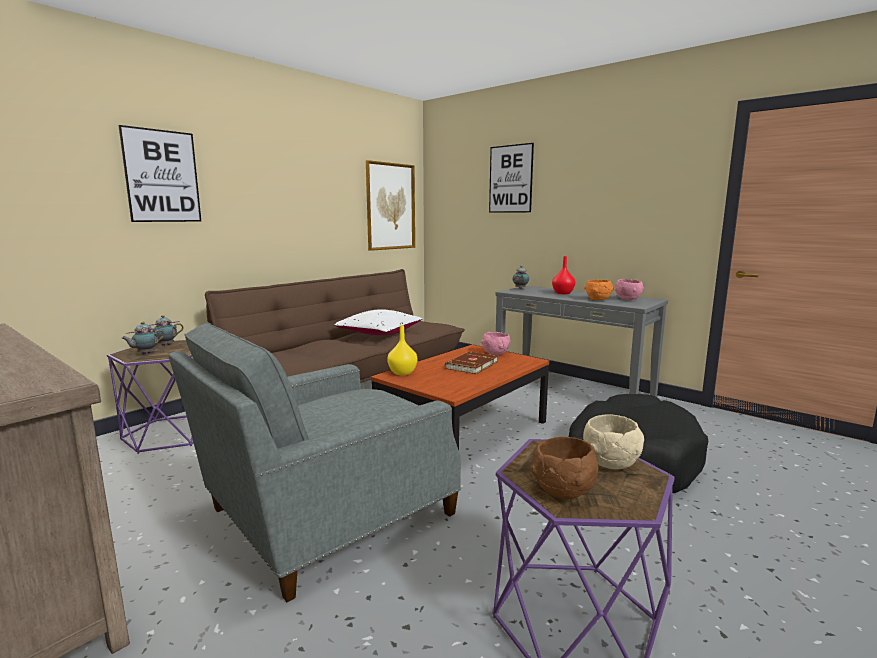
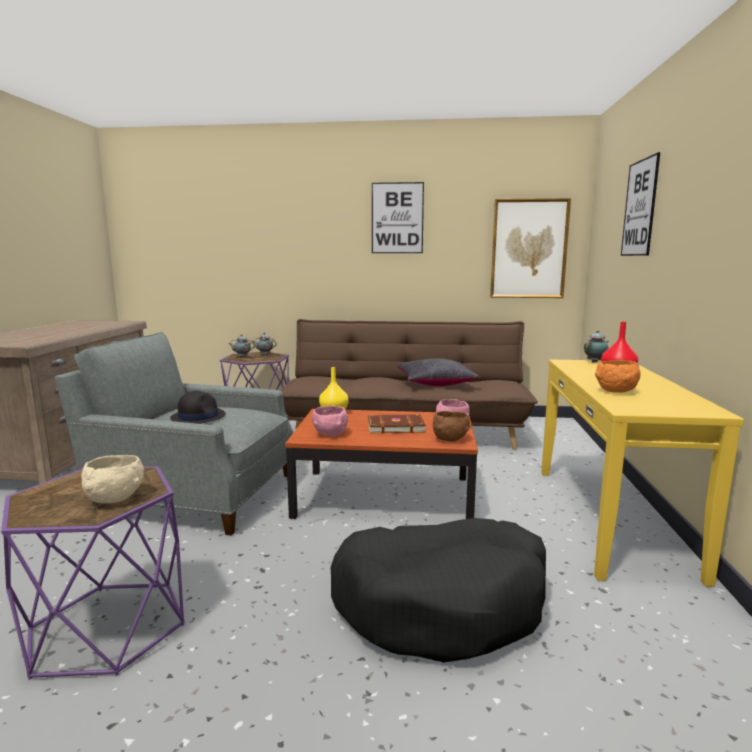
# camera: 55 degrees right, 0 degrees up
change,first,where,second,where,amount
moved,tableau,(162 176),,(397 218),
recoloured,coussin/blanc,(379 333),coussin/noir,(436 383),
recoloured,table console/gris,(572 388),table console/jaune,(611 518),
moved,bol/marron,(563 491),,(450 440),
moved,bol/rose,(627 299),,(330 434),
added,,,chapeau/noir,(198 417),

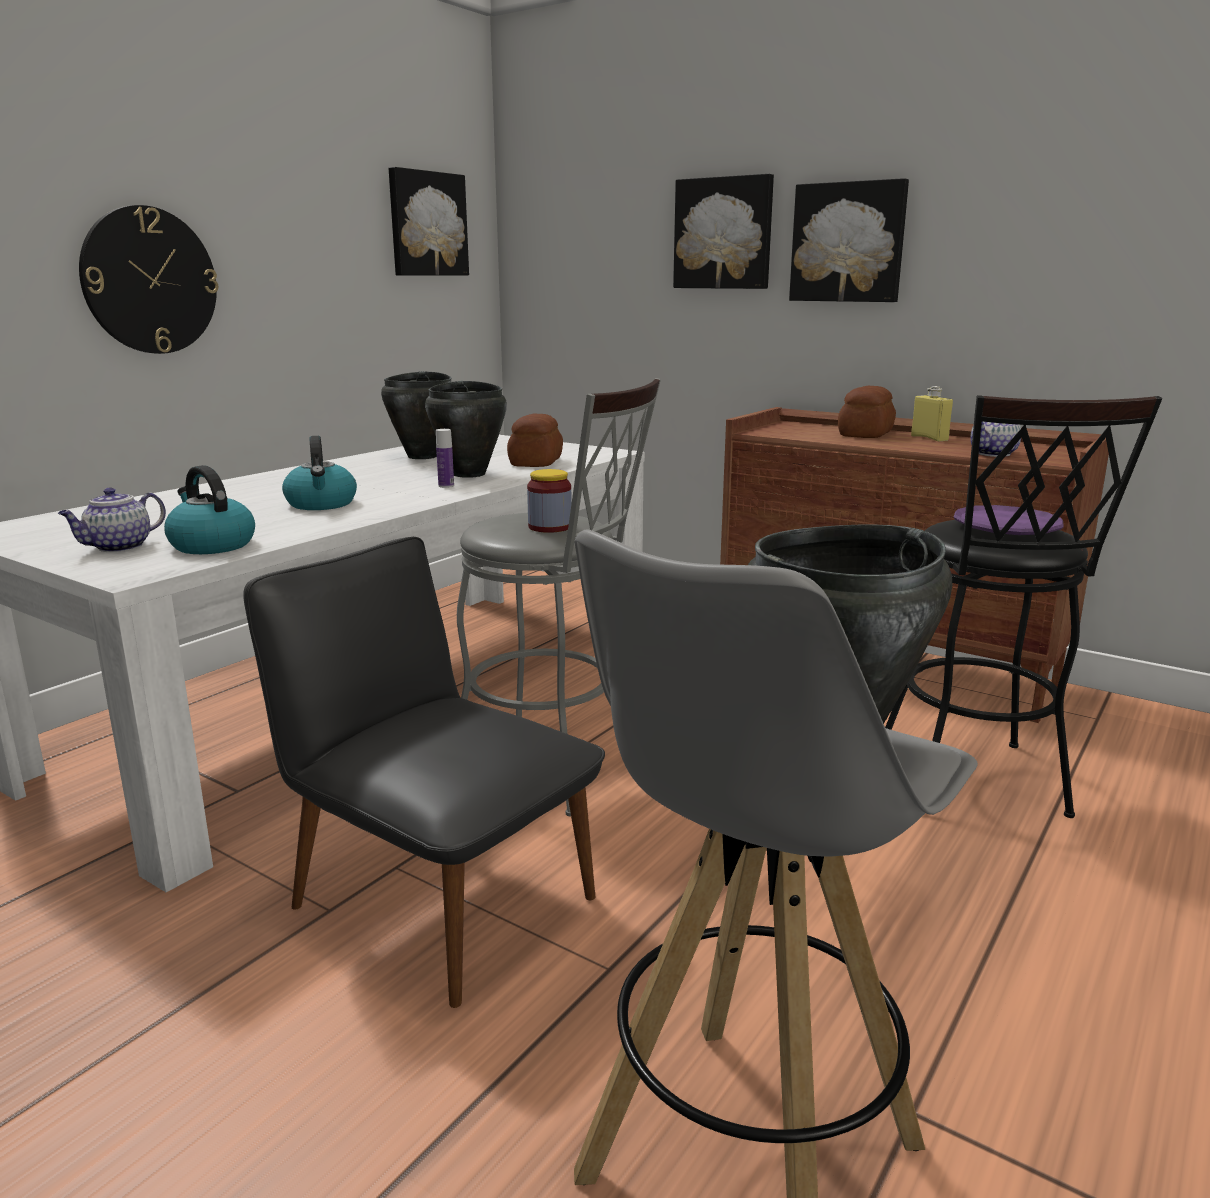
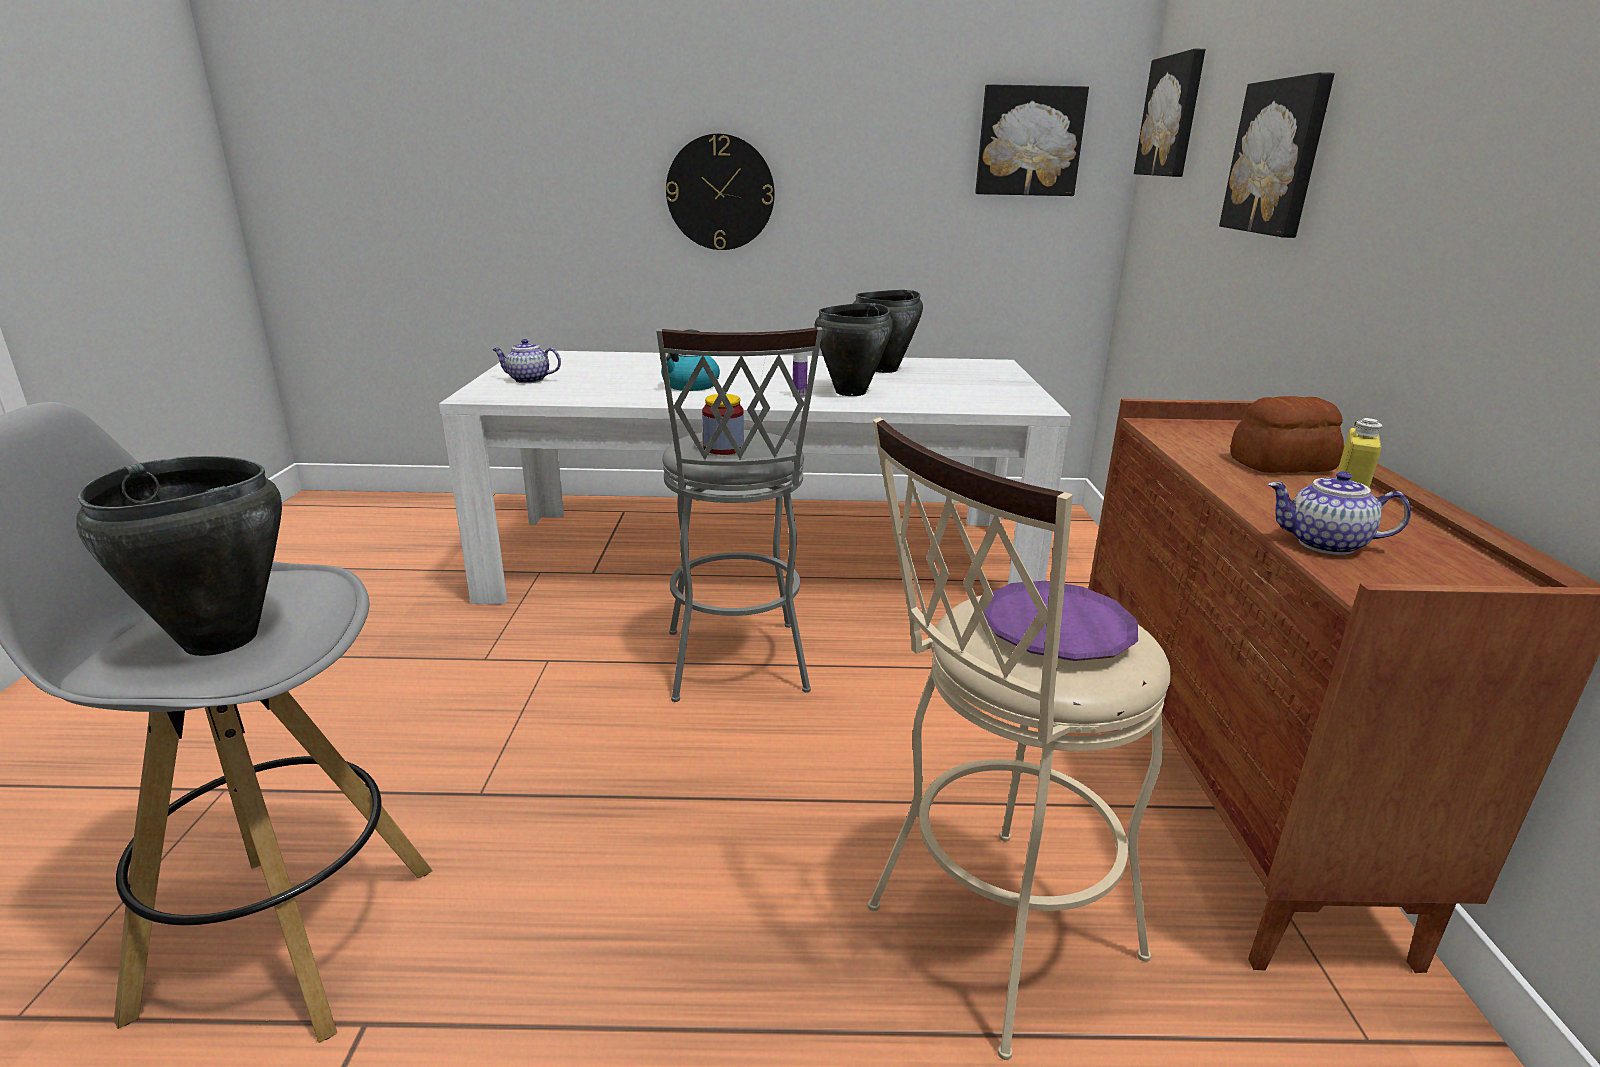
# camera: 55 degrees right, 5 degrees up
change,first,where,second,where,amount
removed,bouilloire,(211 545),,,
removed,chaise/noir,(444 901),,,
removed,pain,(534 462),,,
moved,tableau,(848 242),,(1172 116),
recoloured,tabouret/noir,(974 786),tabouret/beige,(986 940),

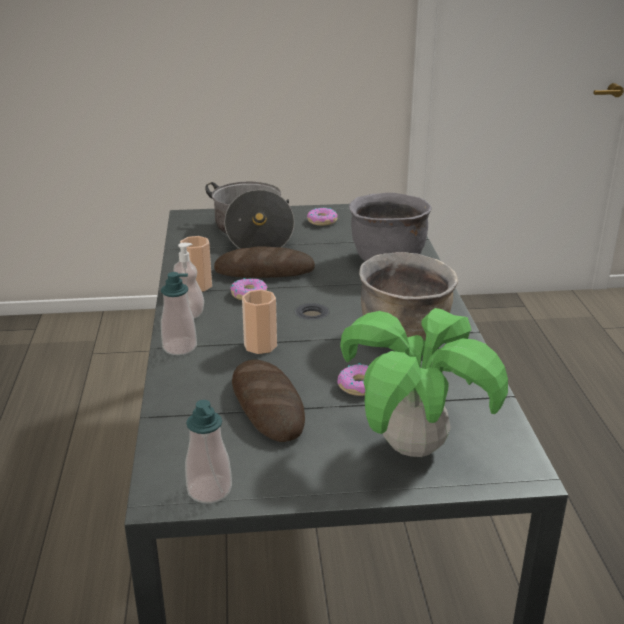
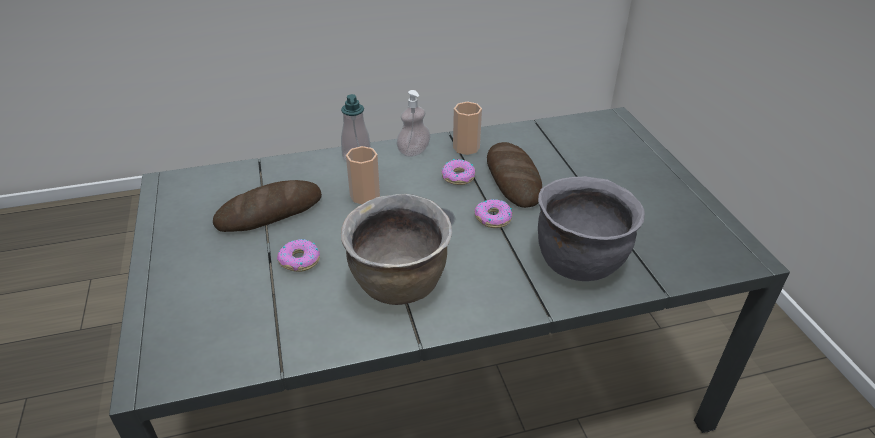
# camera: 80 degrees right, 10 degrees up
change,first,where,second,where,amount
removed,distributeur de savon,(209 490),,,
removed,marmite,(251 233),,,
moved,beignet,(322 221),,(493 218),
removed,plante en pot,(413 448),,,

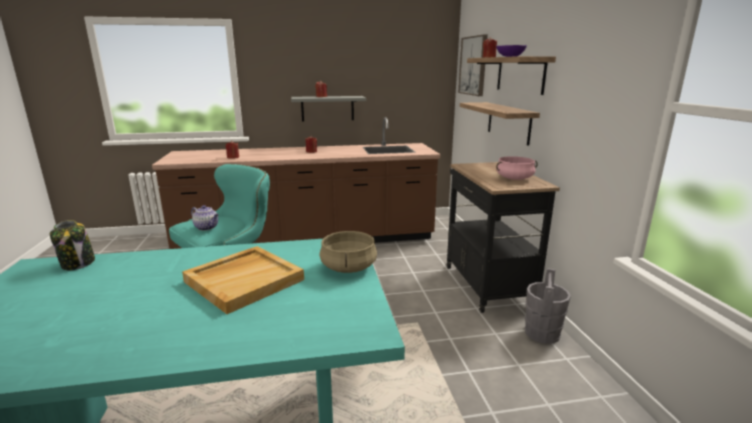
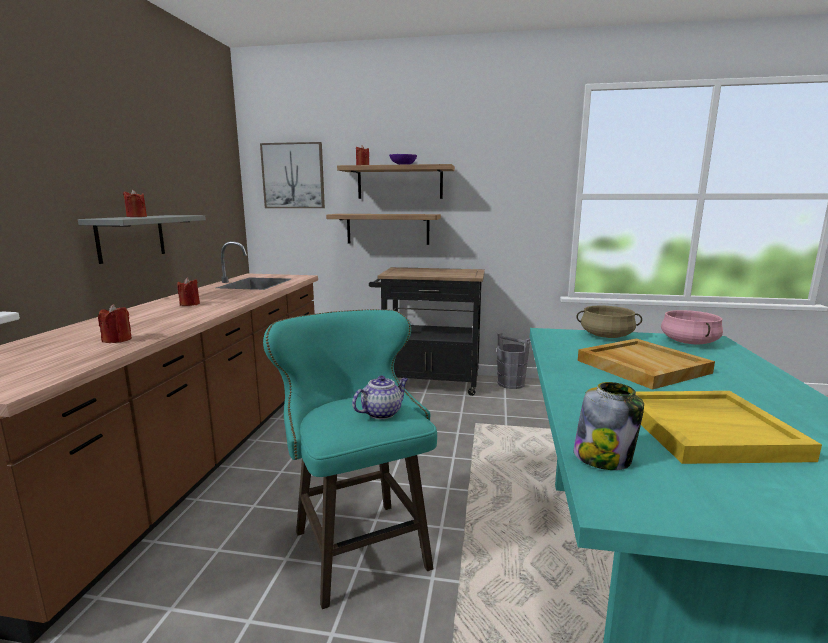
# camera: 70 degrees left, 5 degrees down
change,first,where,second,where,amount
moved,marmite/rose,(514 178),,(689 342),
added,,,plateau/jaune,(707 430),

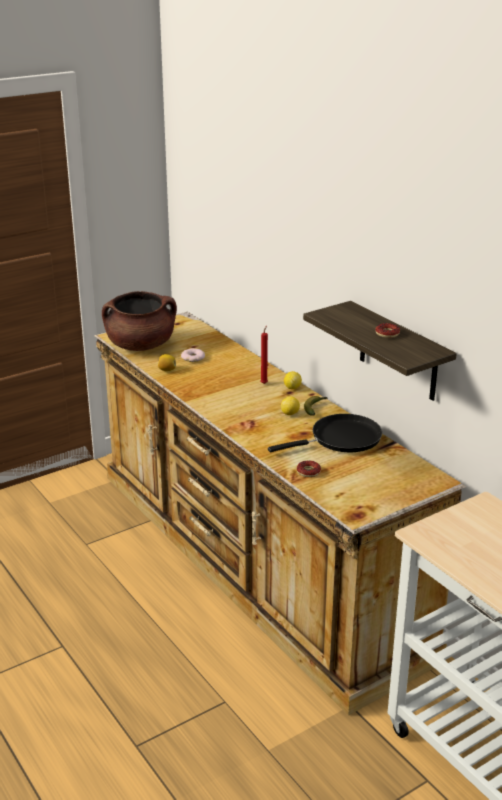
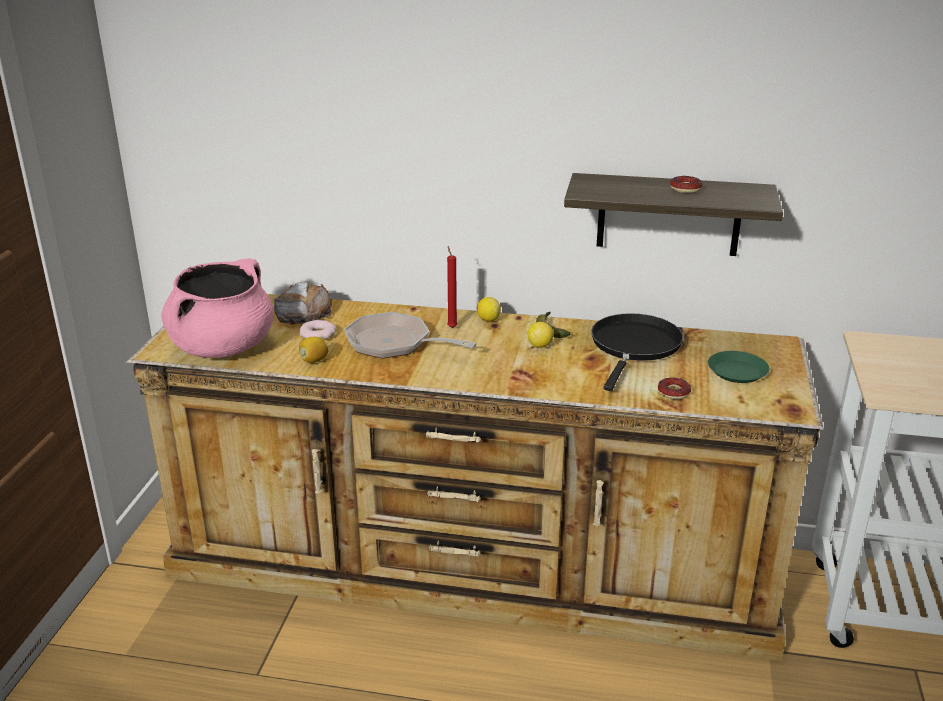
# camera: 45 degrees left, 0 degrees up
change,first,where,second,where,amount
recoloured,marmite/marron,(141 346),marmite/rose,(223 347),
added,,,pain,(304 311),
added,,,poêle,(395 344),
added,,,assiette/vert,(737 371),

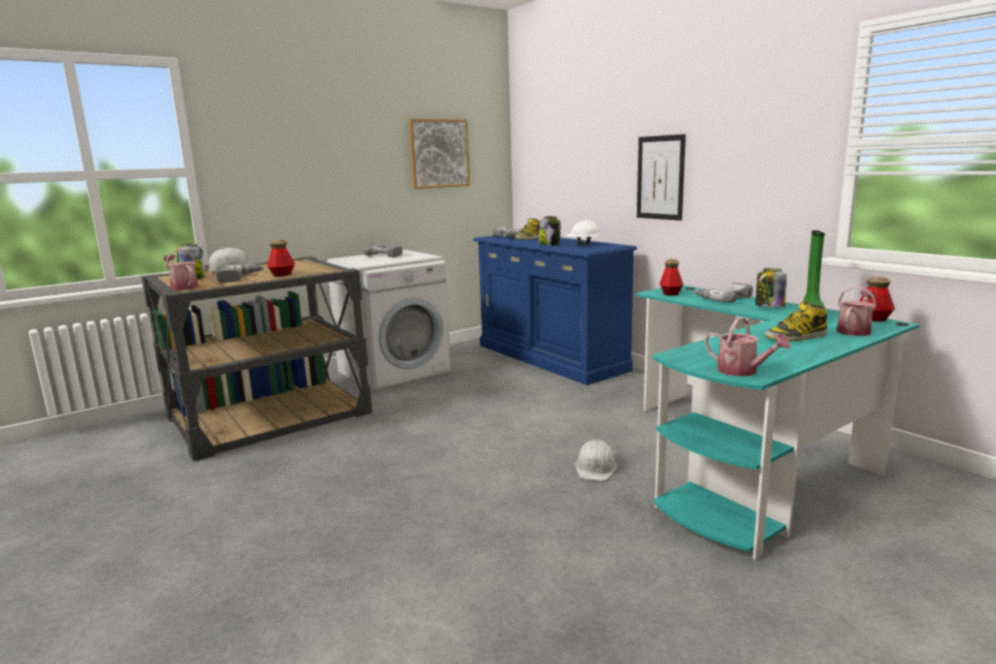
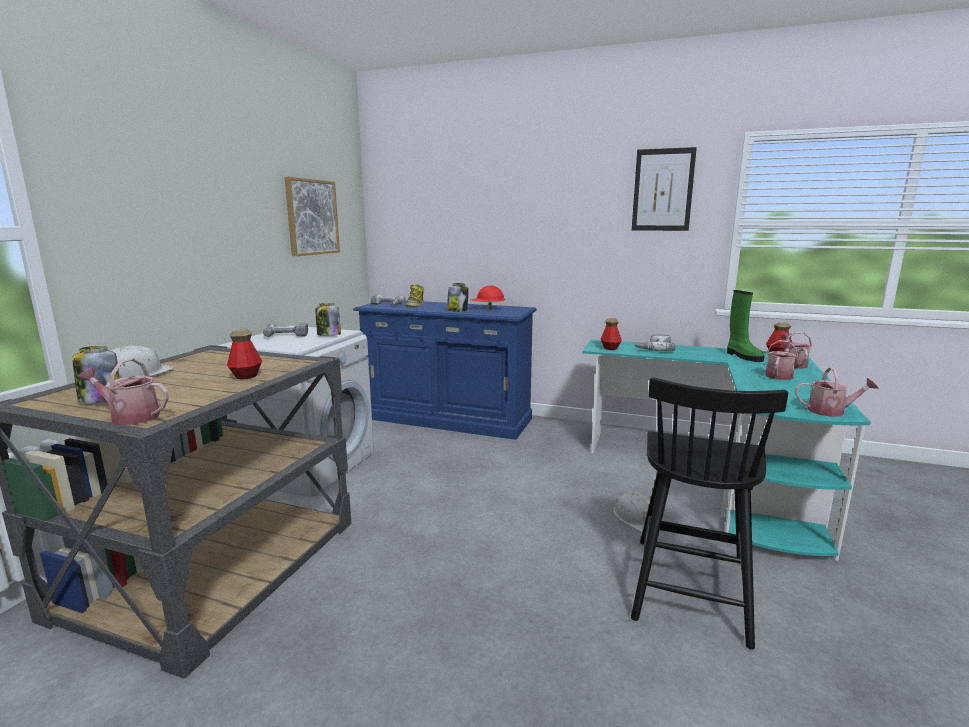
# camera: 35 degrees left, 0 degrees up
change,first,where,second,where,amount
removed,perceuse,(240 278),,,
recoloured,casque de chantier/blanc,(582 244),casque de chantier/rouge,(487 309),
moved,tableau,(660 177),,(663 190),
moved,bocal,(769 306),,(328 335),
replaced,botte,(796 337),arrosoir,(779 375),
added,,,chaise/noir,(689 586),

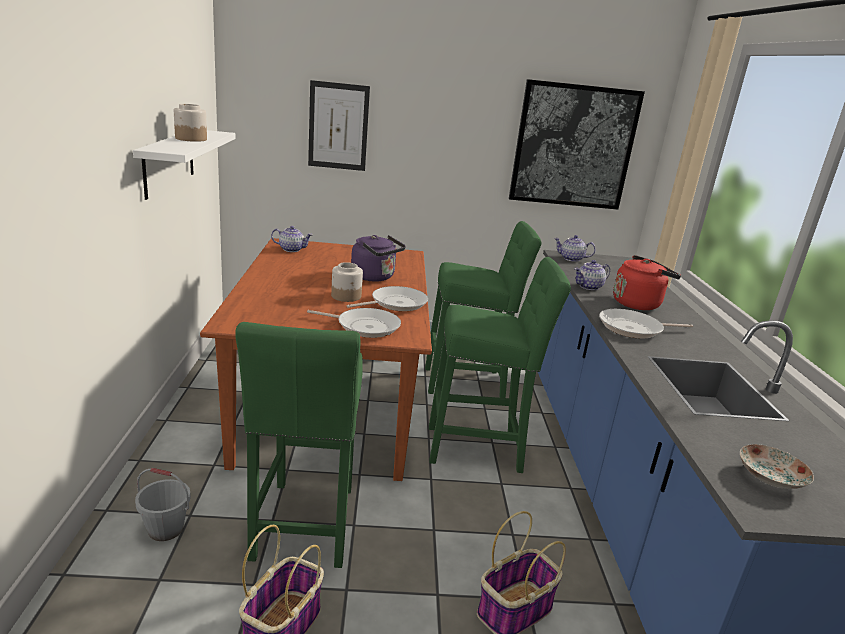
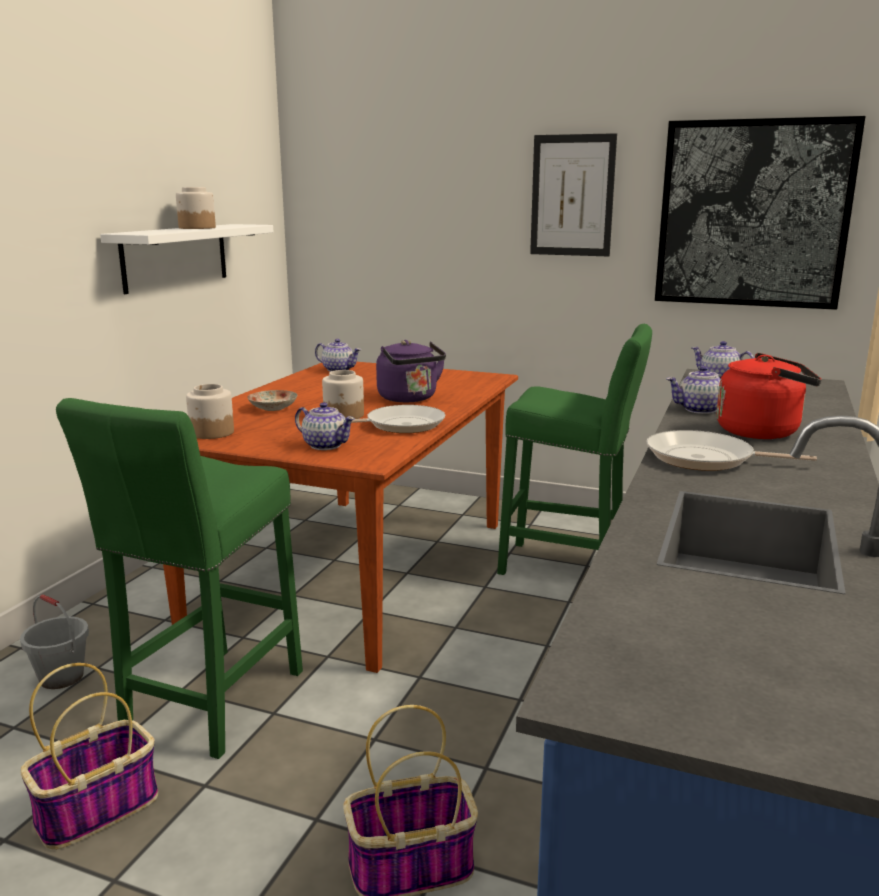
# camera: 25 degrees right, 5 degrees down
change,first,where,second,where,amount
replaced,poêle,(364 326),théière,(325 445),
moved,tableau,(338 126),,(572 196),
removed,tabouret/vert,(480 449),,,
moved,assiette,(769 477),,(272 408),
added,,,bocal,(211 432),

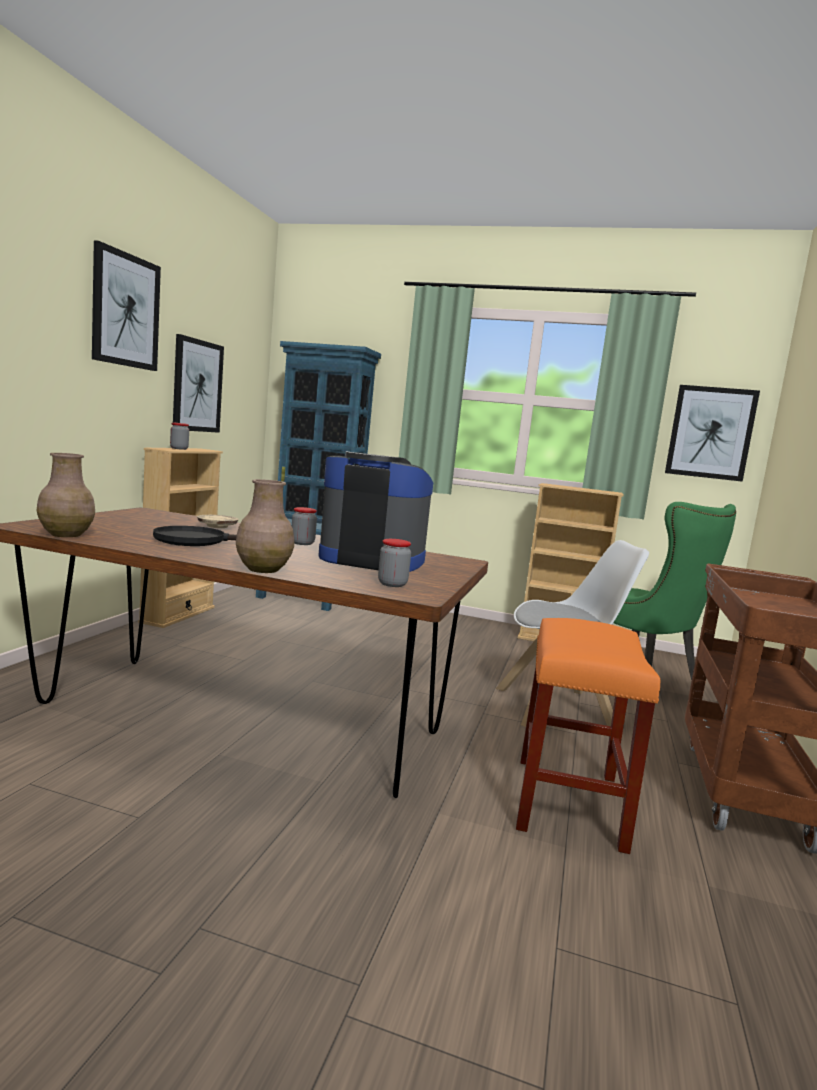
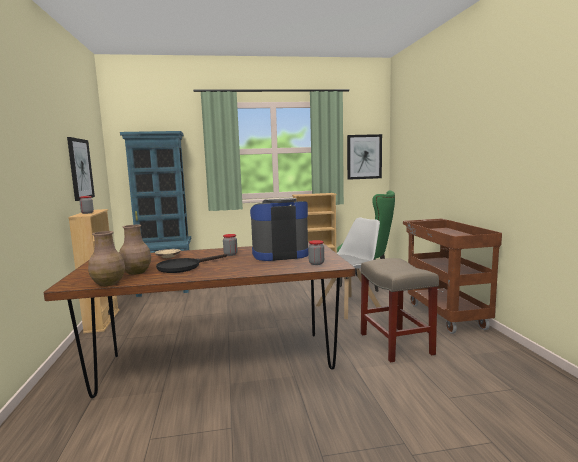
# camera: 25 degrees left, 0 degrees up
change,first,where,second,where,amount
removed,tableau,(125 310),,,
moved,vase/marron,(262 569),,(136 272),
recoloured,tabouret/orange,(569 803),tabouret/beige,(396 344),

